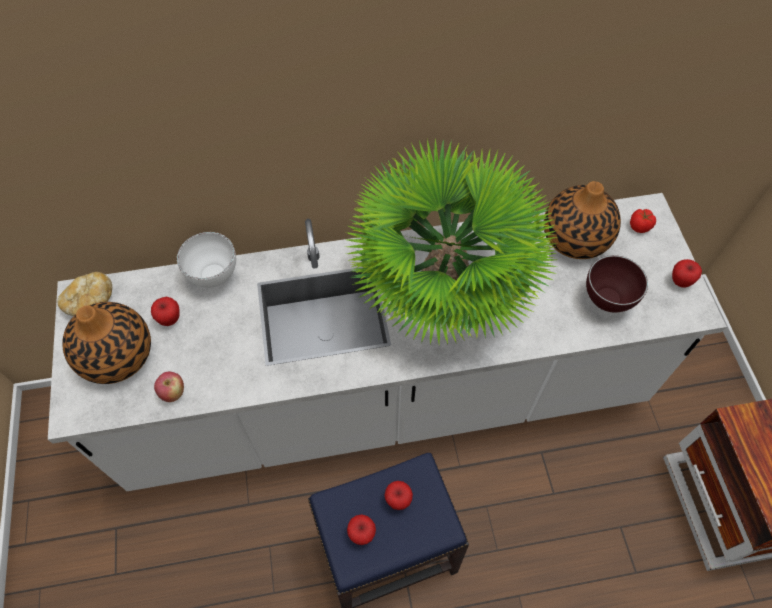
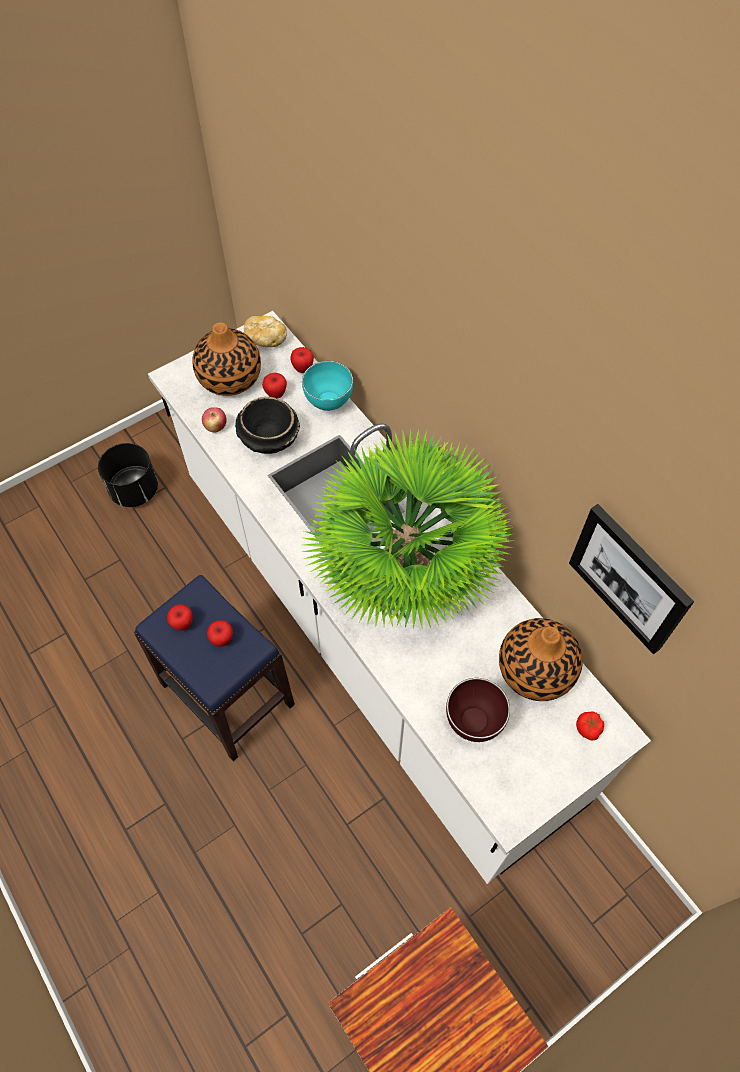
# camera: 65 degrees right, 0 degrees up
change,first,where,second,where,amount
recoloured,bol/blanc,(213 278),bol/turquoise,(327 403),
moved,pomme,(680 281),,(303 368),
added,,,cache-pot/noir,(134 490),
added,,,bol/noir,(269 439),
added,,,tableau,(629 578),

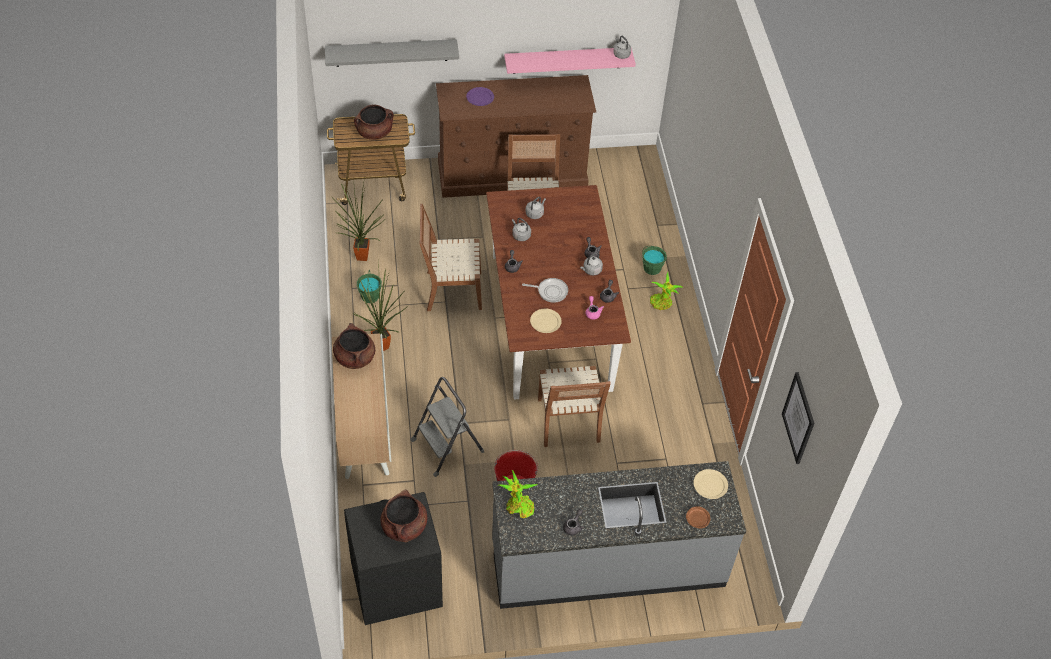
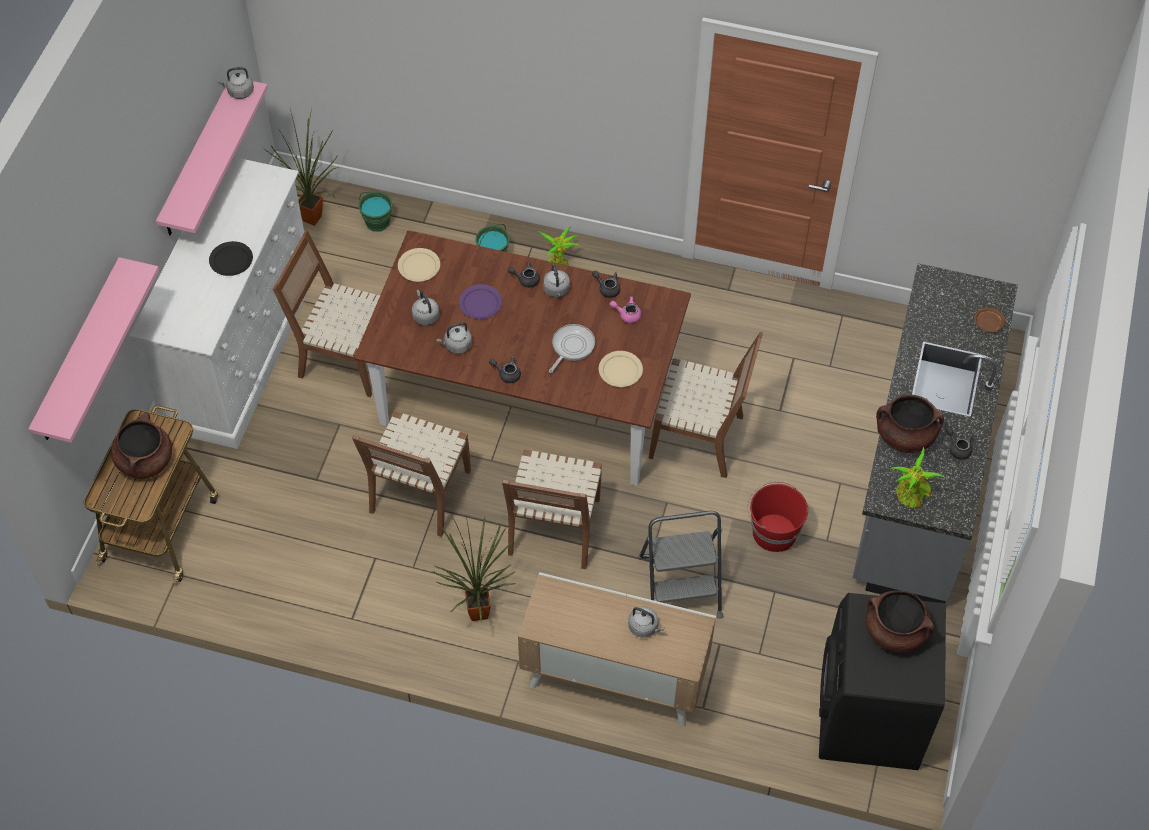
# camera: 65 degrees left, 5 degrees up
change,first,where,second,where,amount
recoloured,étagère/gris,(391 52),étagère/rose,(79 353),
moved,plante en pot,(361 259),,(315 220),
moved,marmite/marron,(354 358),,(905 436),
moved,seau/vert,(370 296),,(378 222),
recoloured,commode/marron,(513 175),commode/blanc,(242 348),
moved,assiette/violet,(480 97),,(480 303),
moved,assiette/beige,(710 485),,(419 266),
removed,tableau,(798 418),,,
added,,,assiette/noir,(231 260),
added,,,chaise,(553 531),
added,,,bouilloire/gris,(644 627),

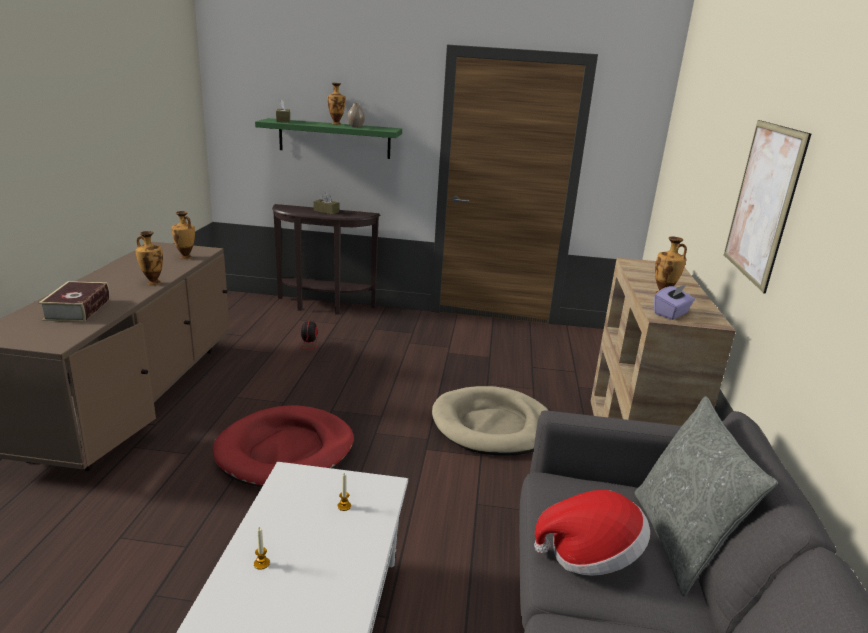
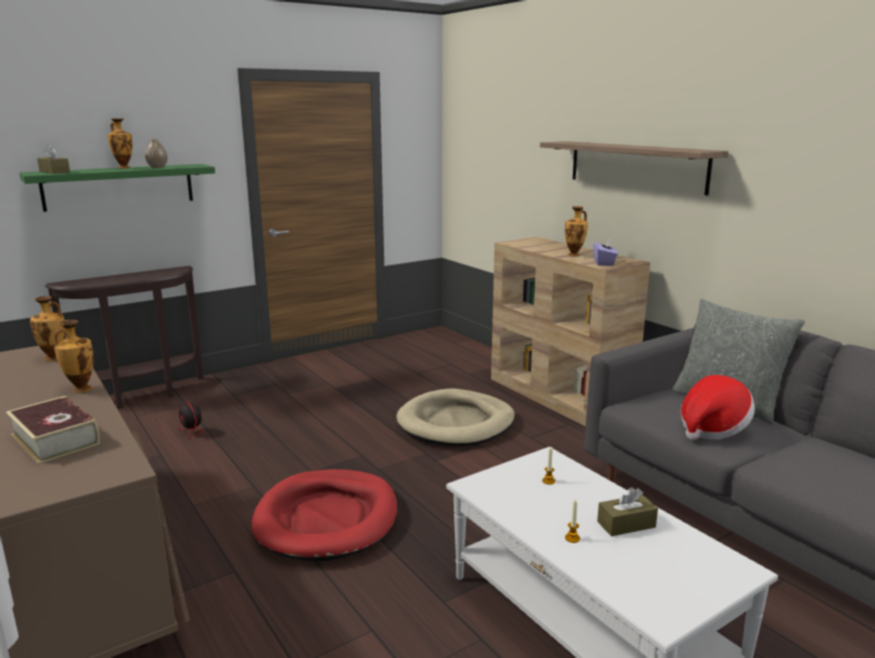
# camera: 40 degrees left, 5 degrees down
change,first,where,second,where,amount
moved,boîte à mouchoirs/marron,(326 211),,(626 524),
replaced,tableau,(762 202),étagère,(636 166),

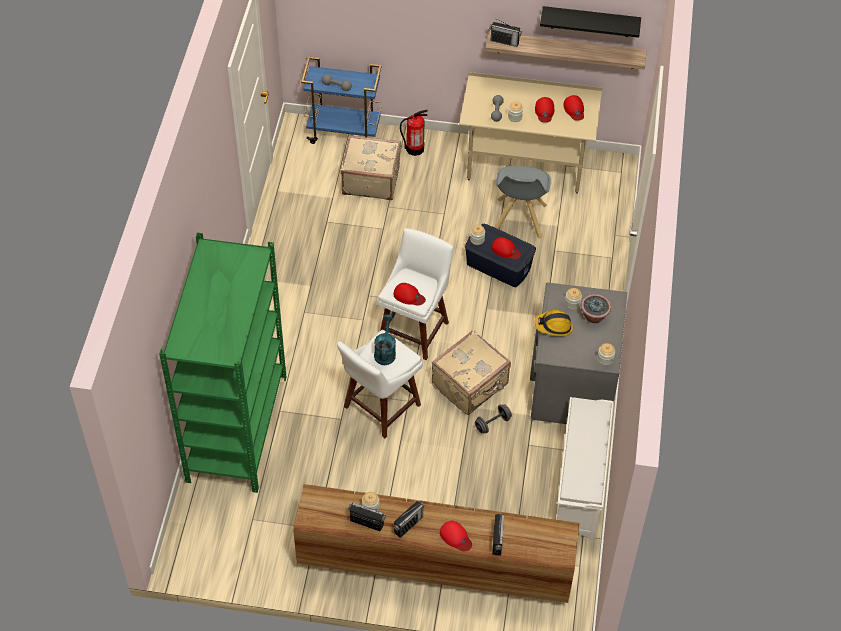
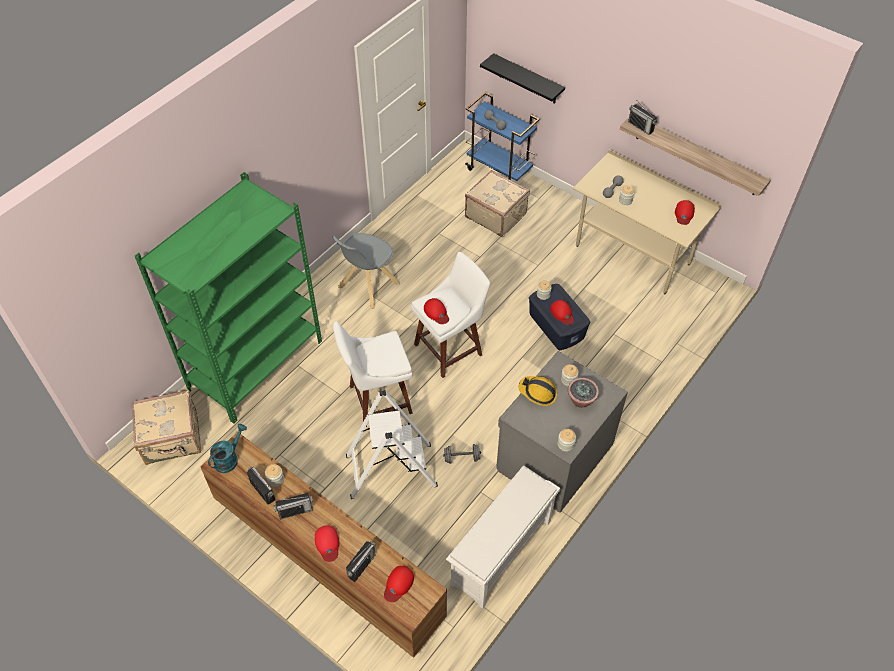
# camera: 30 degrees right, 0 degrees up
change,first,where,second,where,amount
moved,arrosoir/turquoise,(385 351),,(229 458),
removed,extincteur,(414 148),,,
moved,valise/beige,(471 385),,(172 439),
moved,chaise/gris,(519 219),,(367 286),
moved,casquette/rouge,(544 111),,(398 584),
moved,étagère/noir,(590 21),,(527 79),
added,,,escabeau/blanc,(390 470),

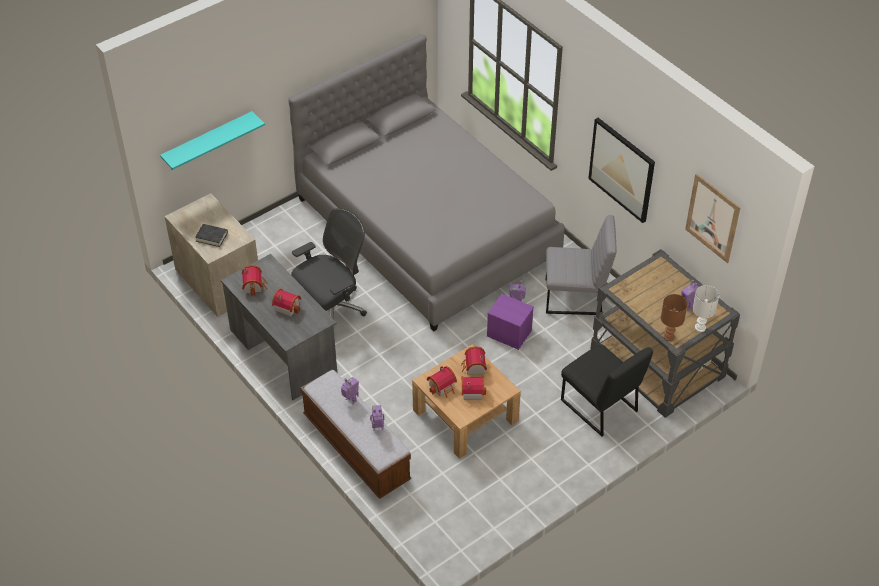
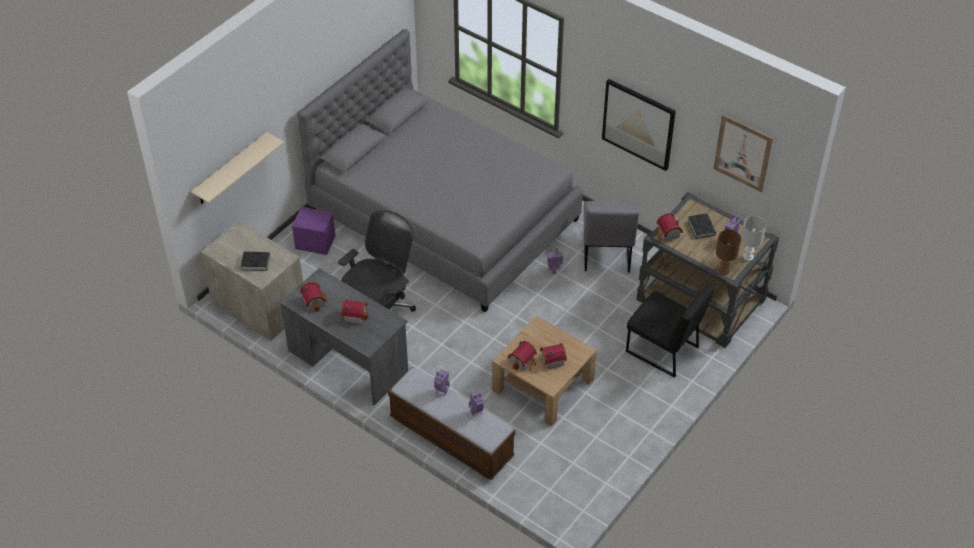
# camera: 15 degrees left, 0 degrees up
change,first,where,second,where,amount
recoloured,étagère/turquoise,(208 141),étagère/beige,(231 169),
moved,maison miniature,(474 368),,(667 234),
moved,boîte de rangement/violet,(508 333),,(314 242),
turned,chaise/gris,(575 297),,(606 253),105 degrees clockwise
added,,,livre/noir,(701 228),

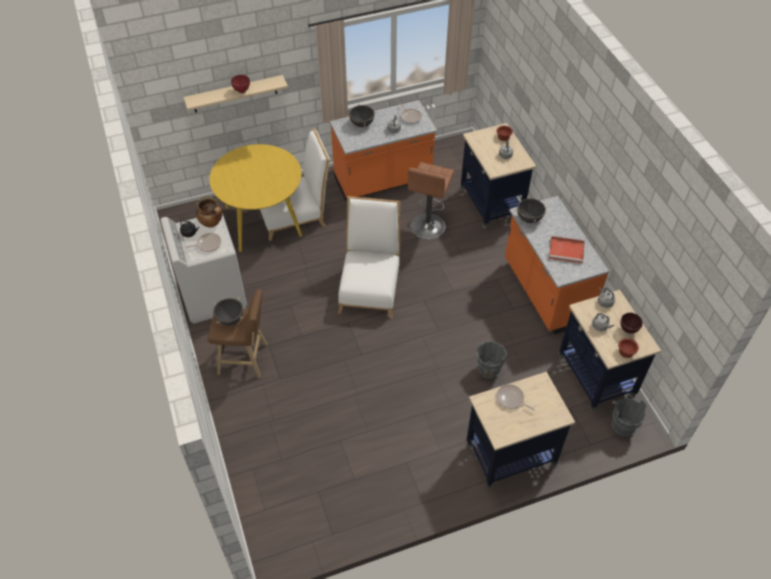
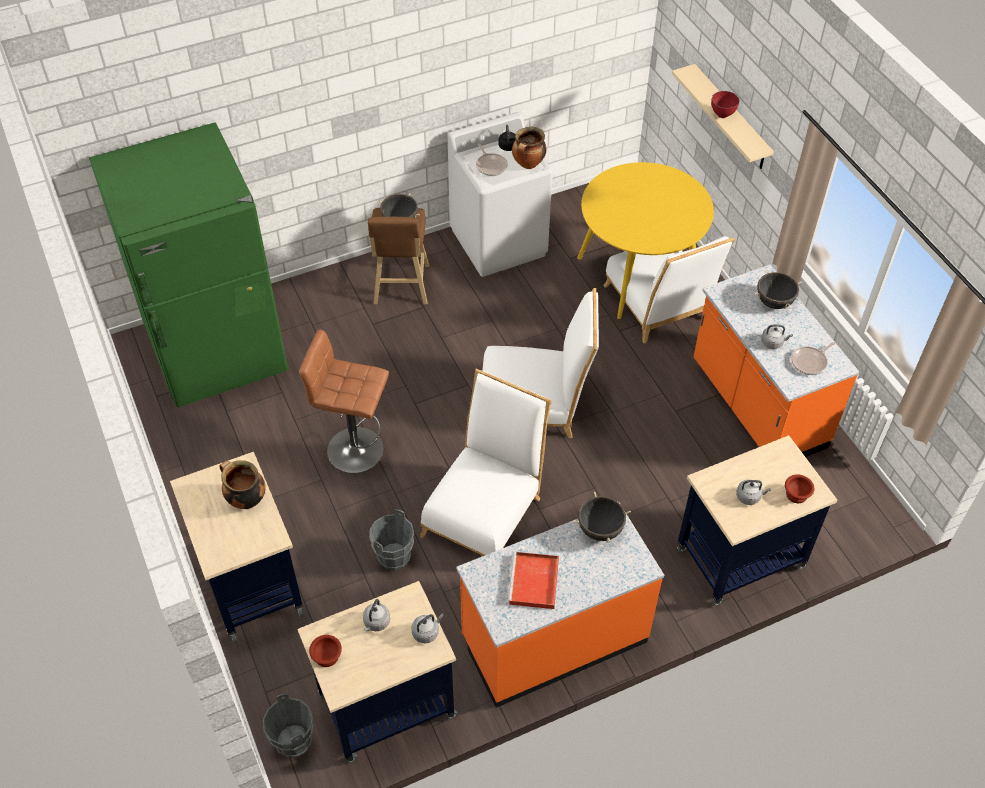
# camera: 85 degrees right, 0 degrees up
change,first,where,second,where,amount
moved,tabouret/marron,(427 226),,(355 449),
replaced,poêle,(511 399),marmite,(246 500),
removed,bol/marron,(628 330),,,
added,,,réfrigérateur/vert,(217 348),
added,,,chaise/blanc,(485 511),

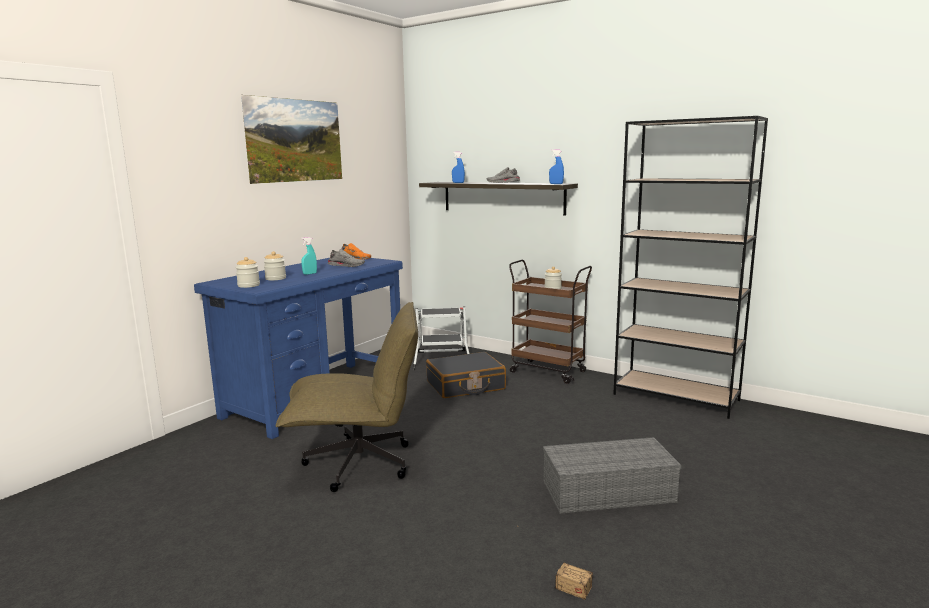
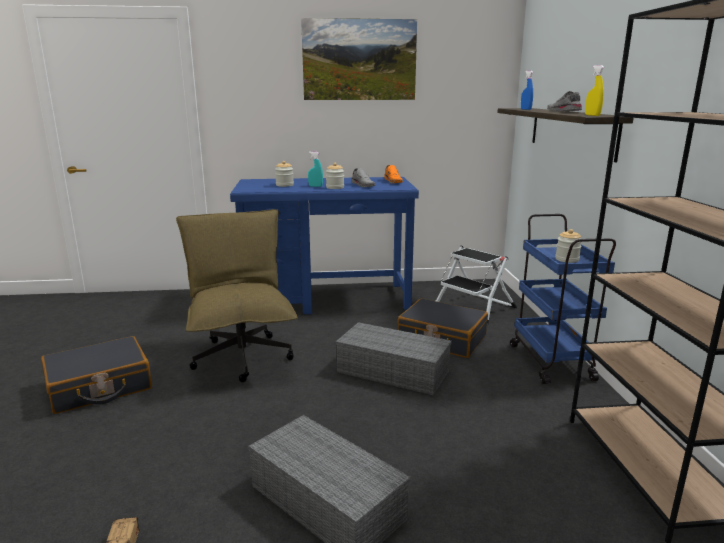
# camera: 50 degrees right, 5 degrees up
change,first,where,second,where,amount
moved,bocal,(248 285),,(335 187),
turned,chaise de bureau/beige,(357 463),,(242 358),150 degrees counterclockwise
recoloured,chariot/marron,(548 372),chariot/bleu,(551 363),
recoloured,vaporisateur/bleu,(556 184),vaporisateur/jaune,(592 115),
added,,,valise/noir,(99 387),
added,,,boîte de rangement/gris,(395 371),

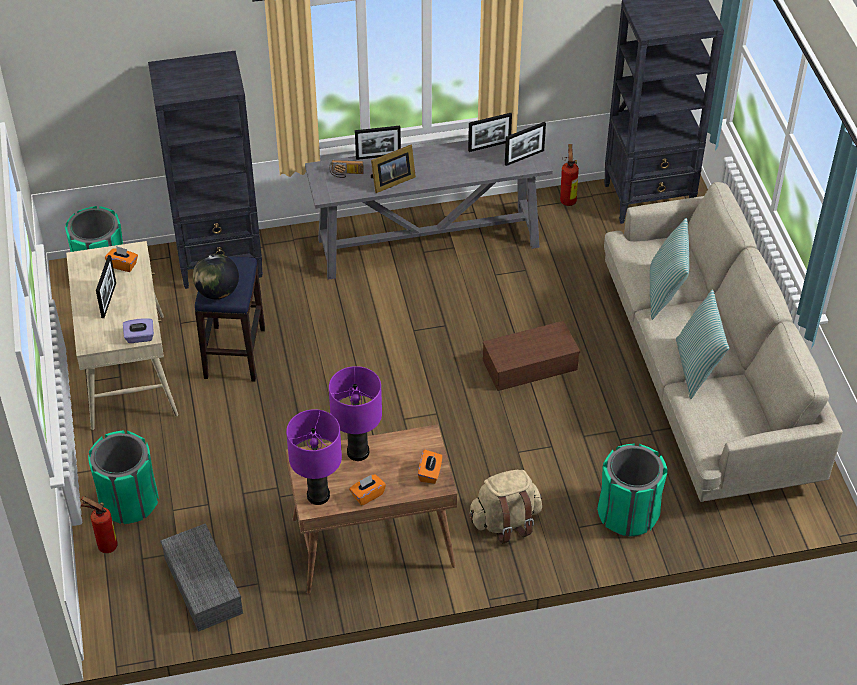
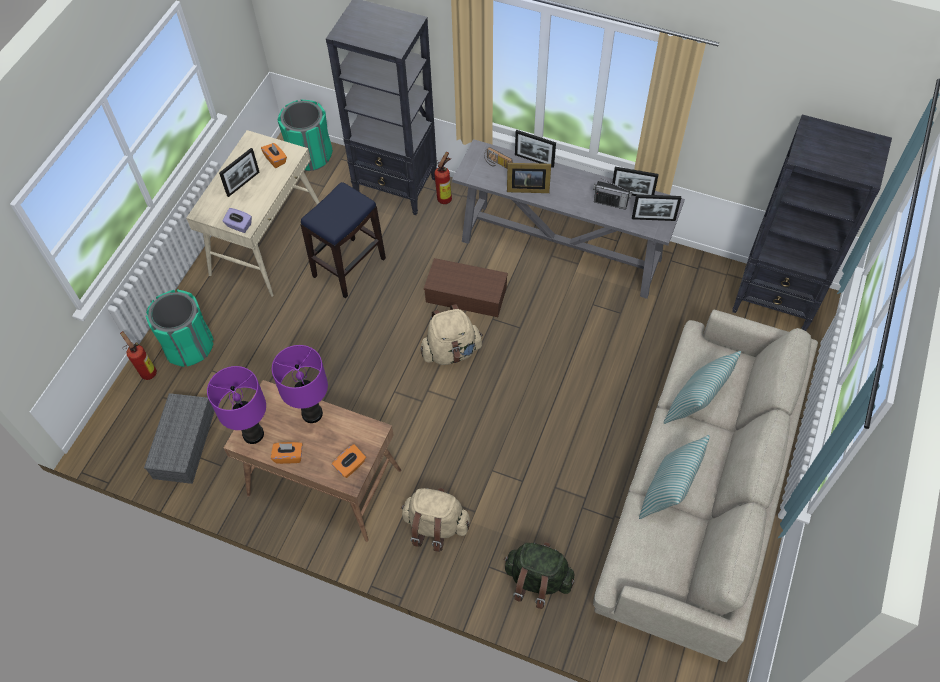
# camera: 35 degrees right, 10 degrees up
change,first,where,second,where,amount
removed,globe,(217 292),,,
moved,boîte de rangement/marron,(530 364),,(467 294),
moved,extincteur,(568 199),,(446 198),
replaced,poubelle/vert,(628 514),sac à dos/vert,(537 580),
added,,,sac à dos/beige,(451 351),
added,,,radio,(610 202),

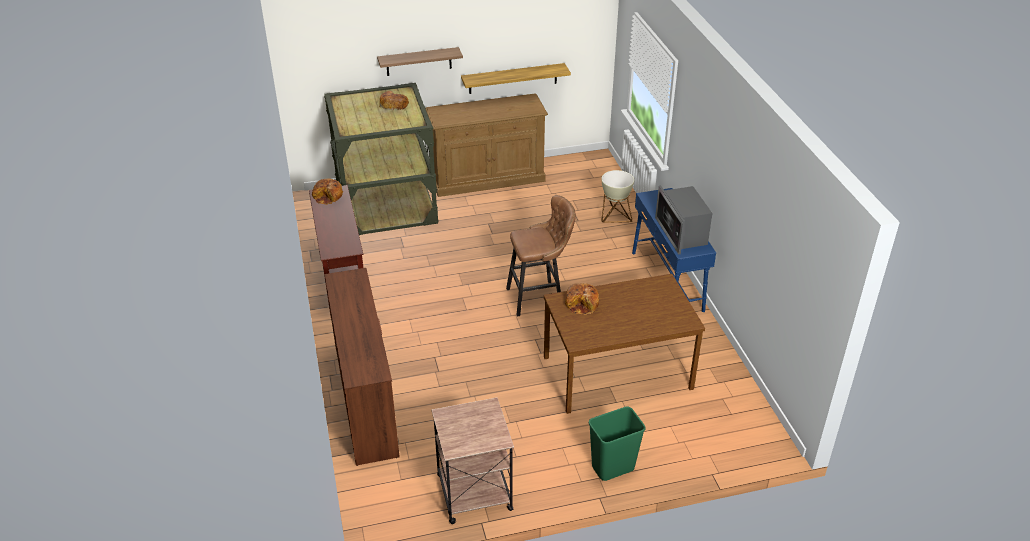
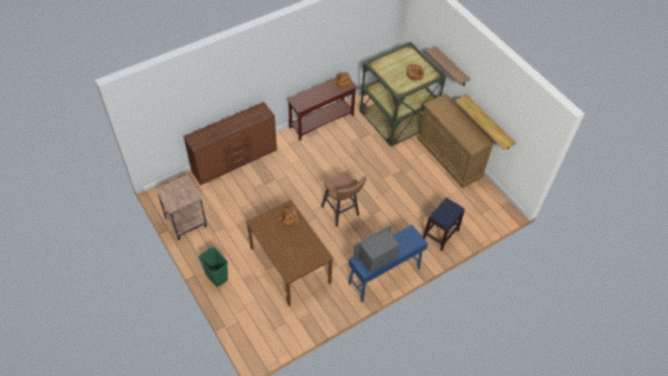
# camera: 70 degrees right, 15 degrees up
change,first,where,second,where,amount
replaced,cache-pot,(614 217),tabouret,(440 234),

